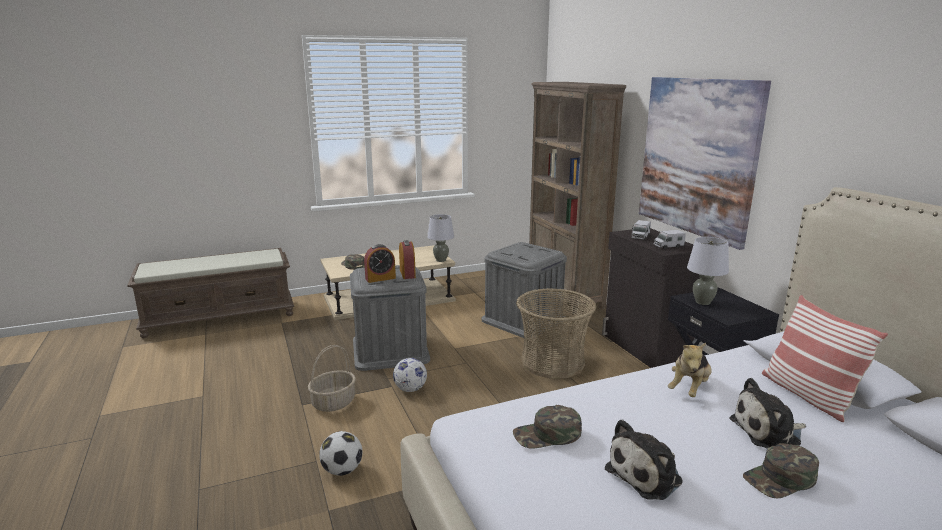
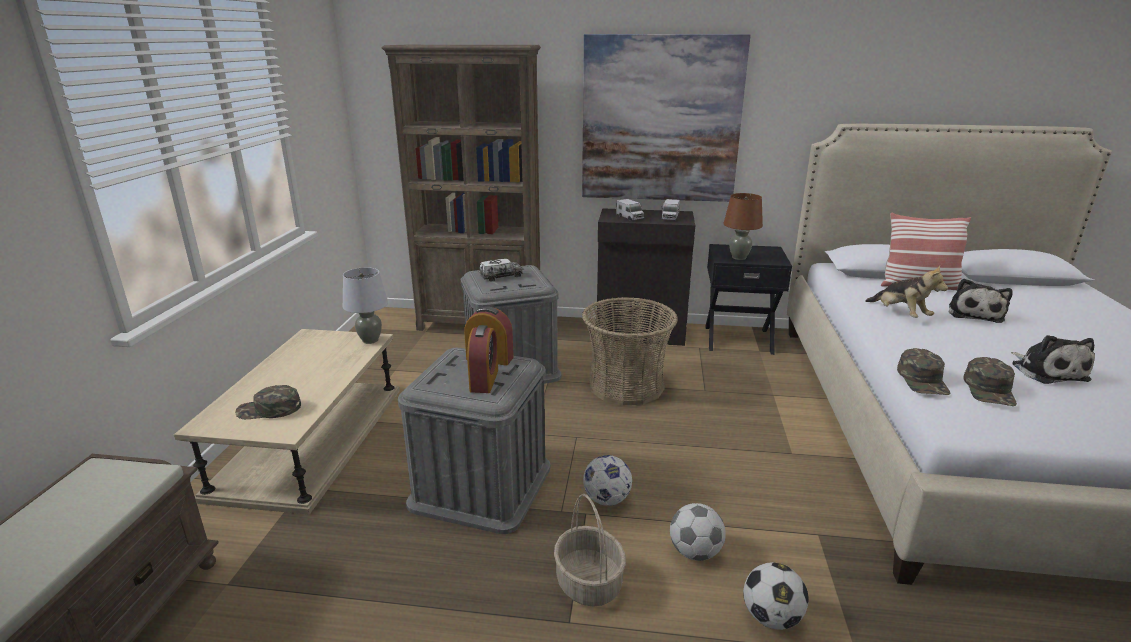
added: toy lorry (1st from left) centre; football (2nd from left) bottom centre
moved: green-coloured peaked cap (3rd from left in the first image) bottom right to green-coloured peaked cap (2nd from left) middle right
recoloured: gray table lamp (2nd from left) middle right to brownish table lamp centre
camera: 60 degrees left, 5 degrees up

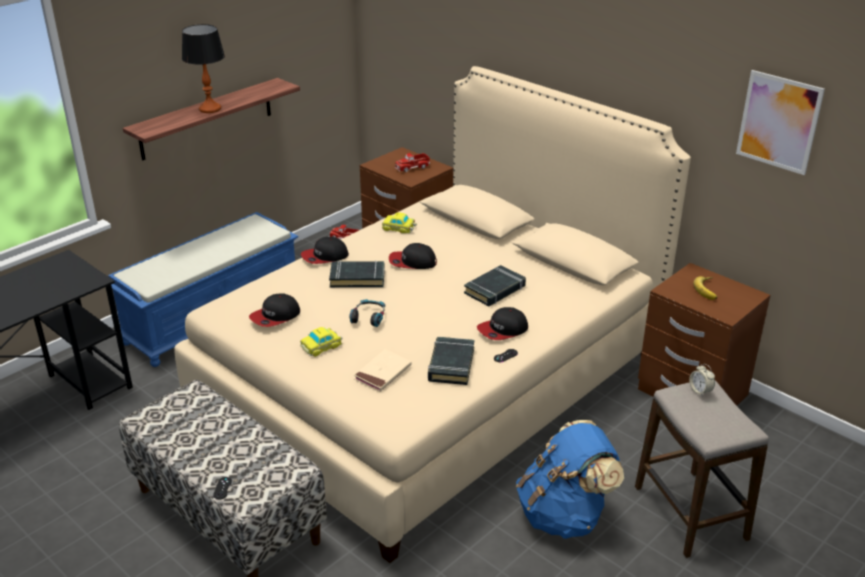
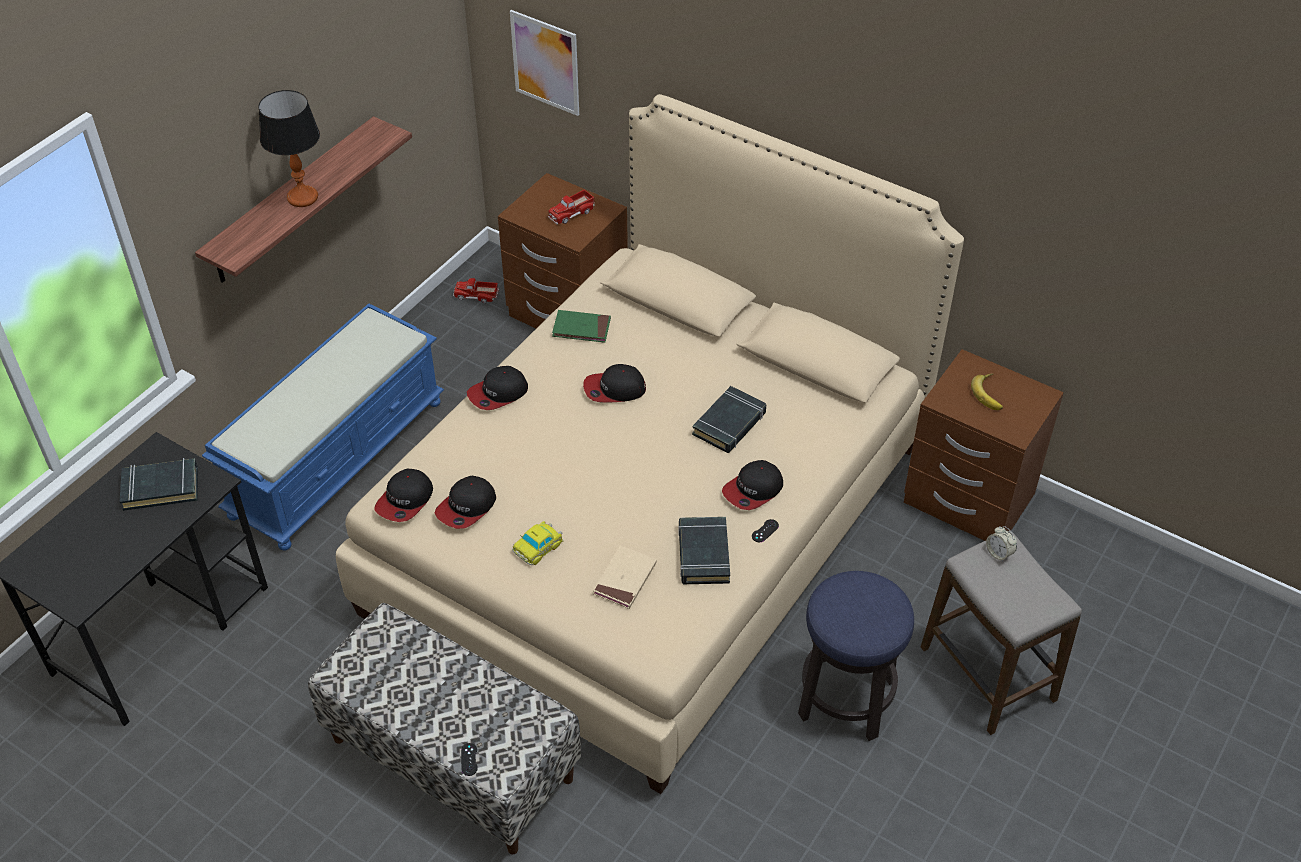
removed: headphones centre
added: peaked cap (1st from left) middle left
moved: picture top right to top centre; black book (1st from left) centre to middle left
replaced: toy car (2nd from left) centre to green-coloured book centre; bluish rucksack bottom centre to stool (1st from left) bottom centre
camera: 10 degrees left, 15 degrees up

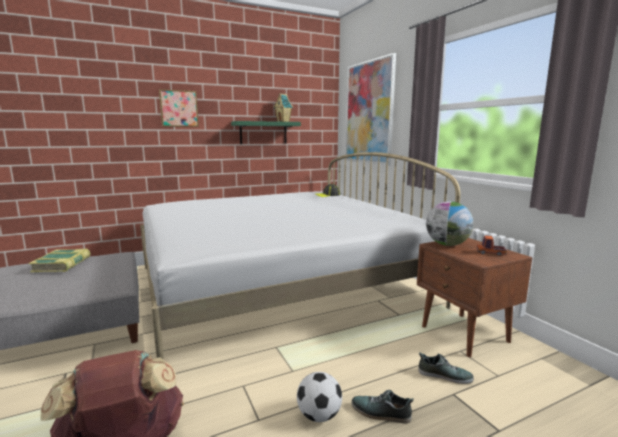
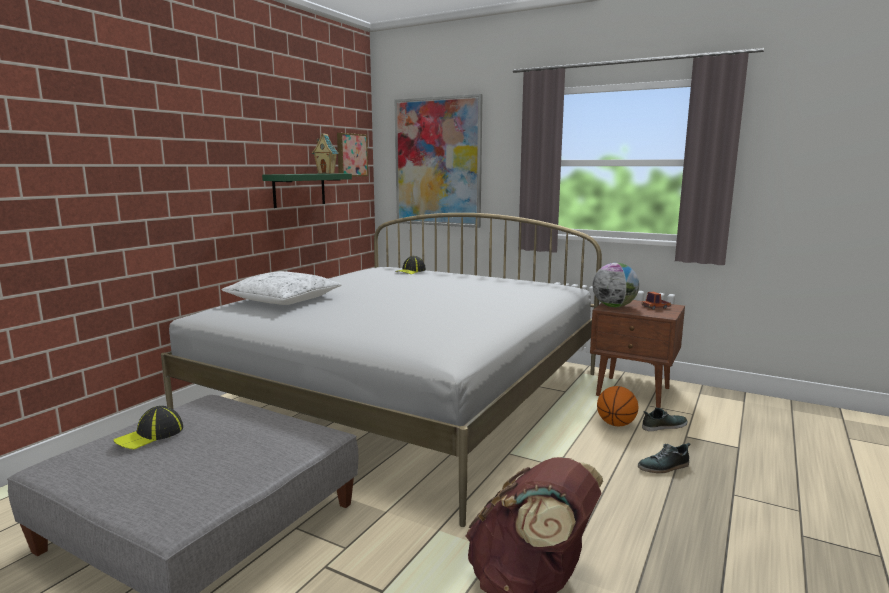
removed: football bottom centre
added: whitish cushion middle left; ball for basketball bottom right
moved: picture (1st from left) top left to top centre
replaced: book middle left to peaked cap (1st from left) bottom left
camera: 35 degrees left, 0 degrees up

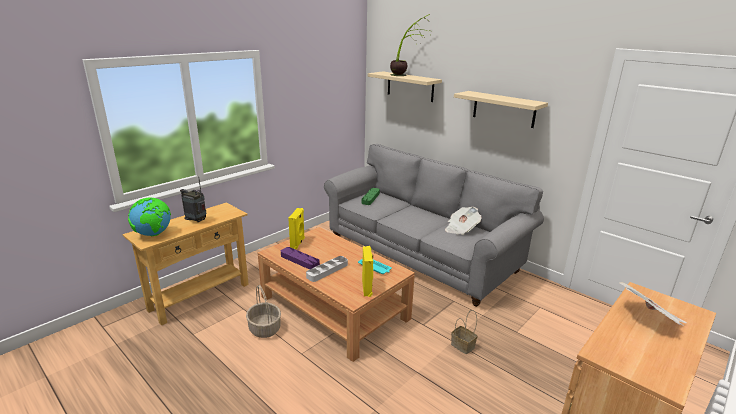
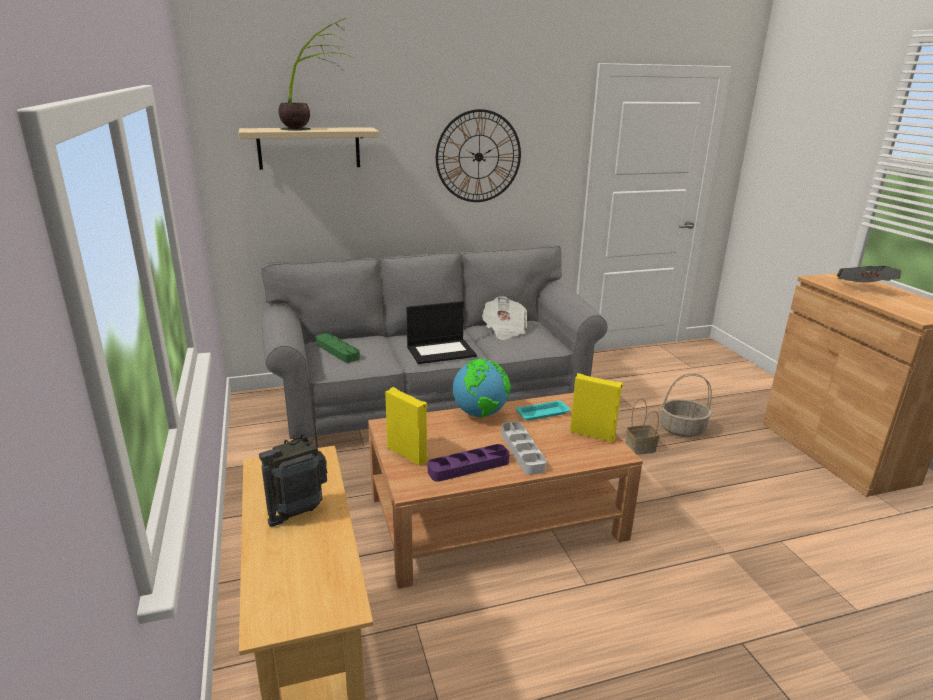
added: laptop centre
moved: world globe middle left to centre; basket (1st from left in the first image) bottom centre to basket (2nd from left) middle right
replaced: sand-coloured bracket shelf (2nd from left) top right to clock on the wall top centre
camera: 60 degrees left, 0 degrees up

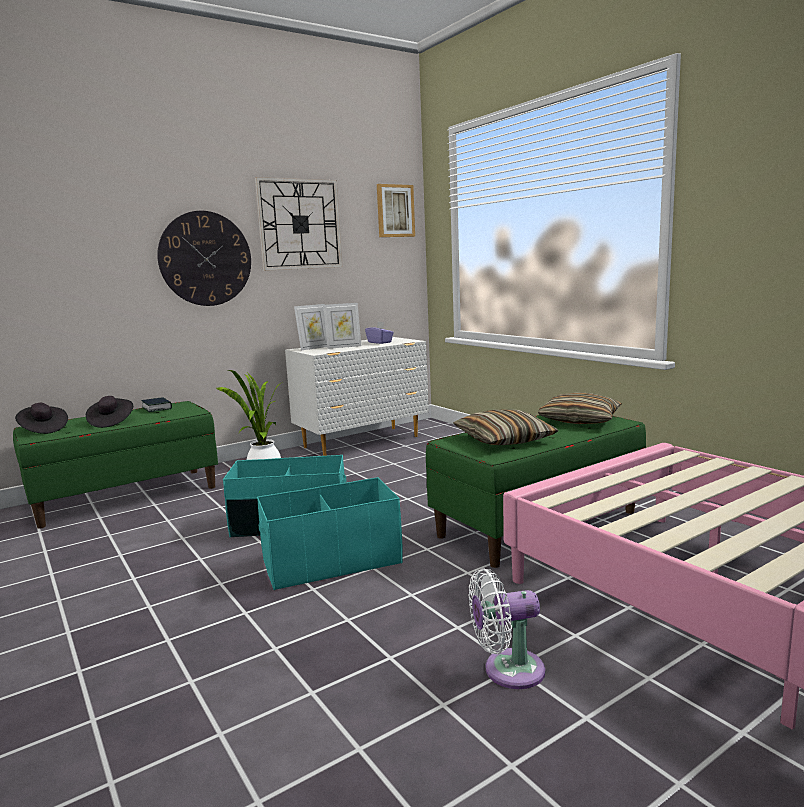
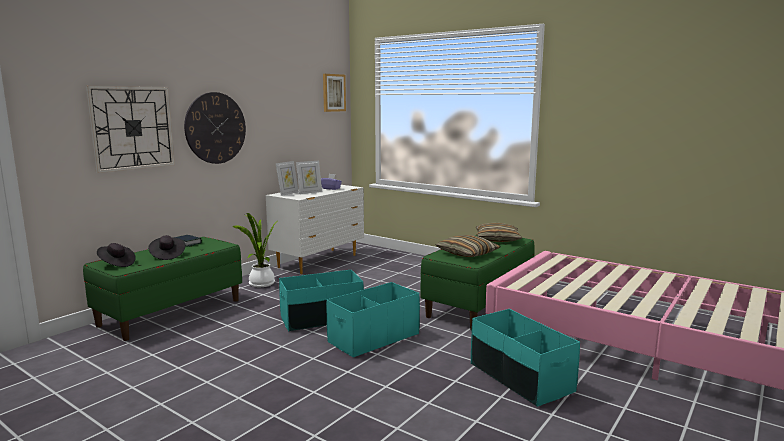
moved: clock on the wall (2nd from left in the first image) top centre to clock on the wall (1st from left) top left
replaced: whitish electric fan bottom centre to blue-green storage bin (3rd from left) bottom right
camera: 20 degrees left, 0 degrees up

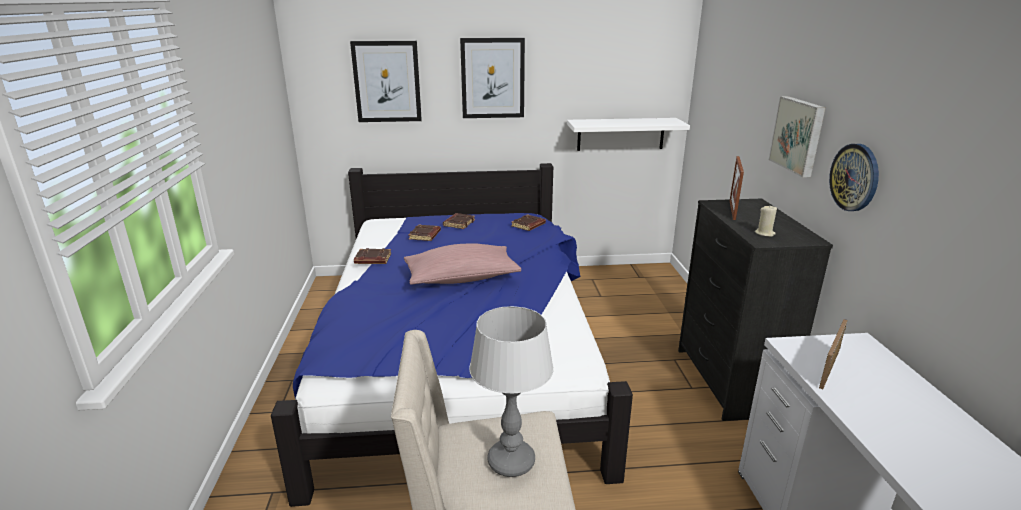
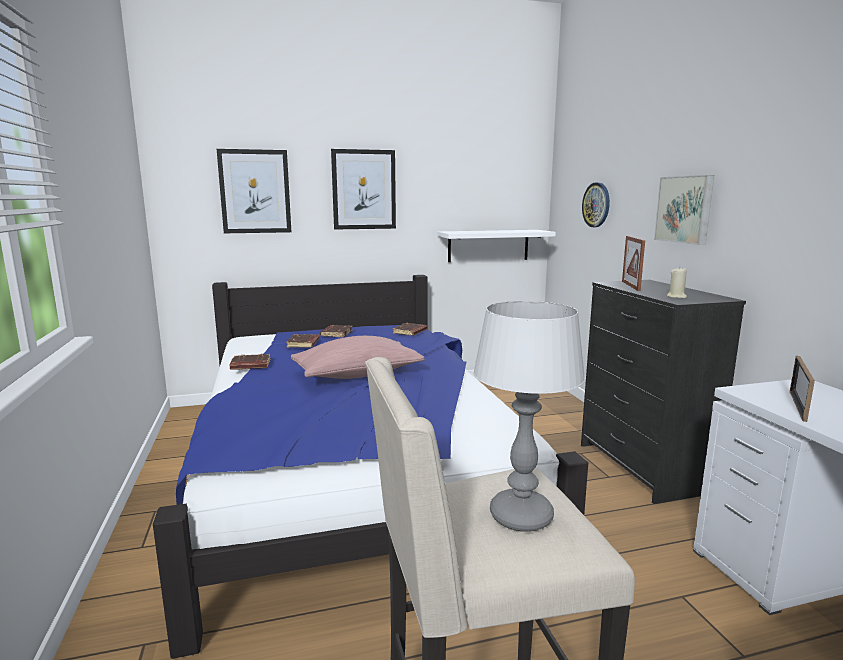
moved: clock on the wall middle right to top right
camera: 10 degrees left, 10 degrees down

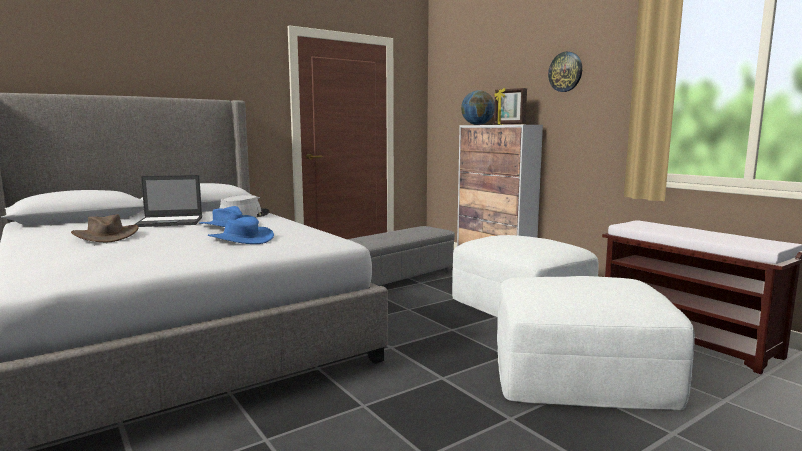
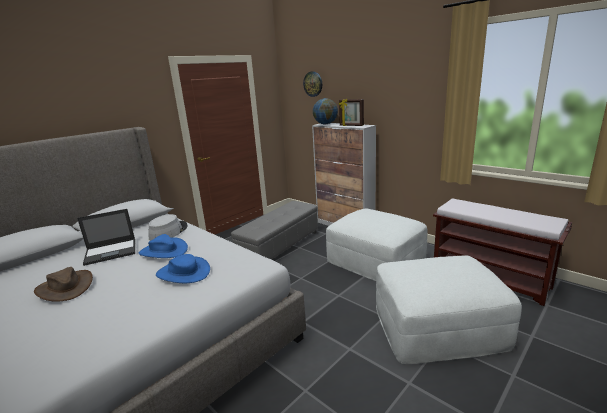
moved: clock on the wall top right to top centre
camera: 10 degrees left, 10 degrees up

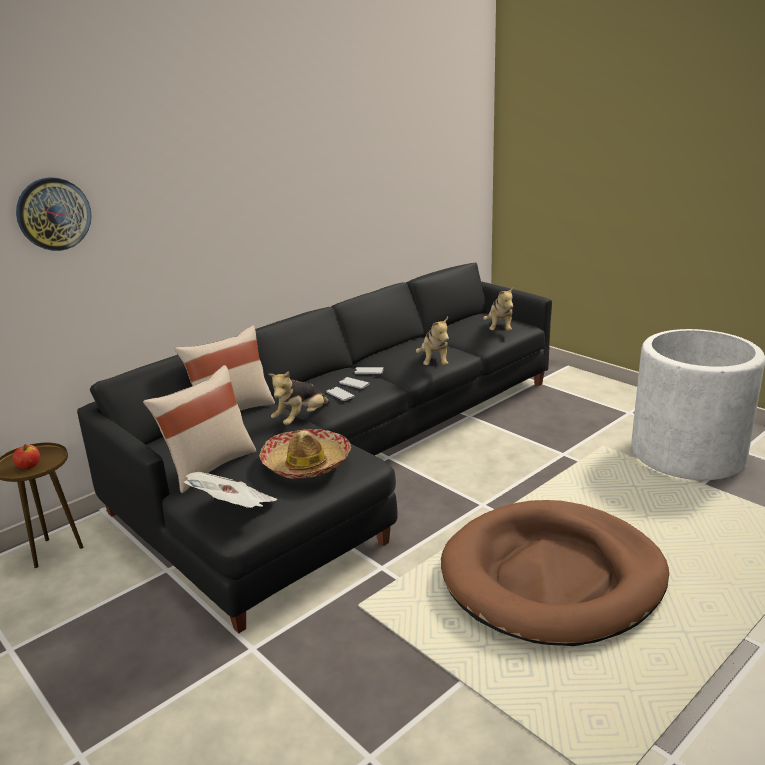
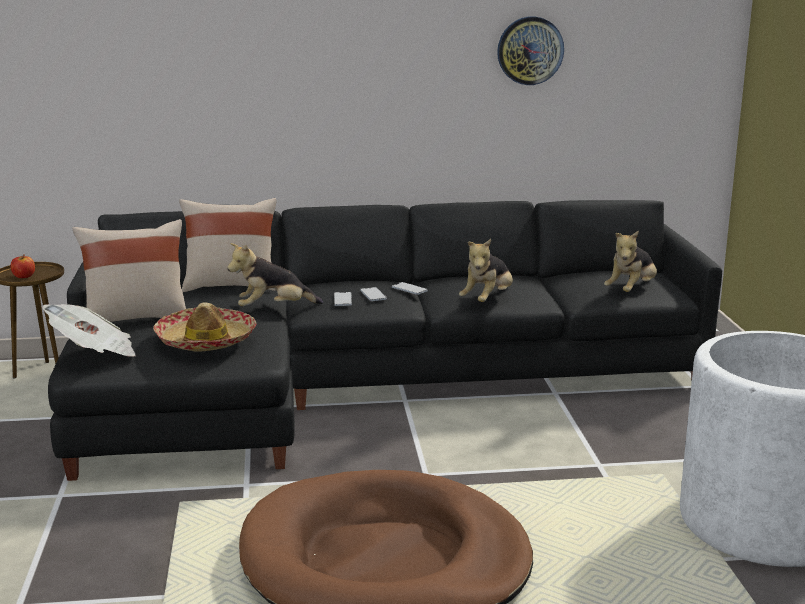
moved: clock on the wall top left to top centre
camera: 35 degrees right, 5 degrees down

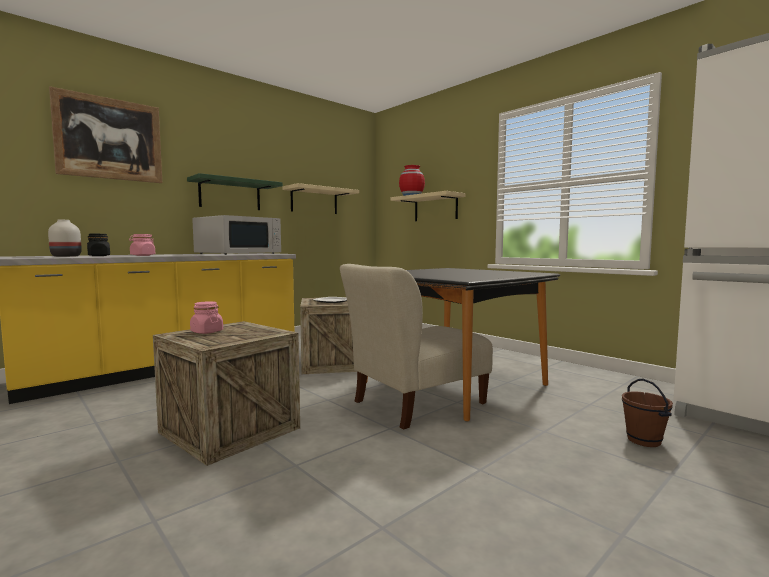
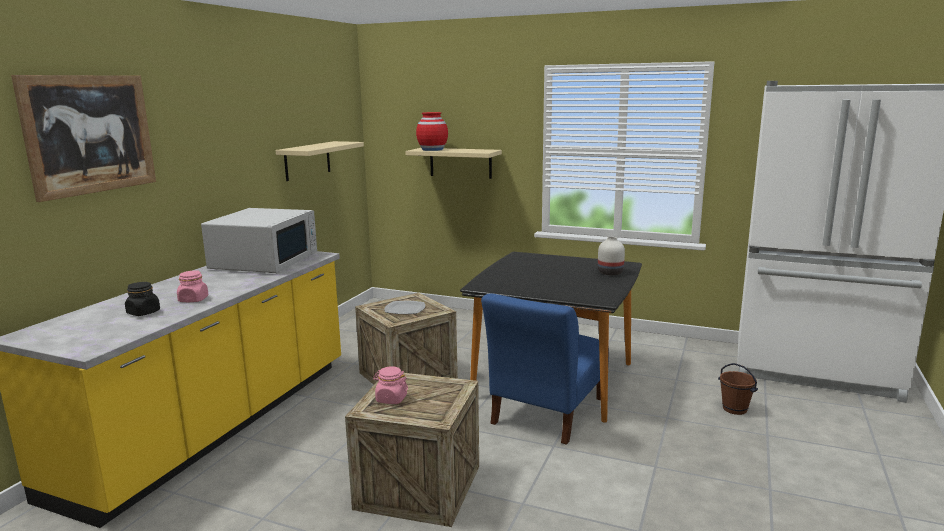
removed: green-coloured bracket shelf top left
moved: whitish vase middle left to centre
recoloured: sand-coloured upright chair centre to bluish upright chair bottom centre
camera: 25 degrees left, 10 degrees up

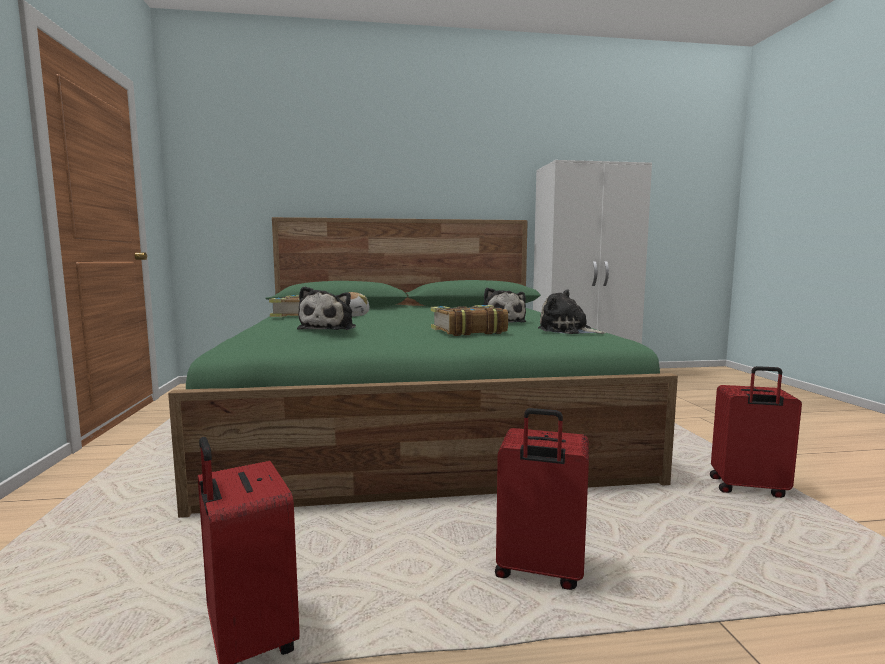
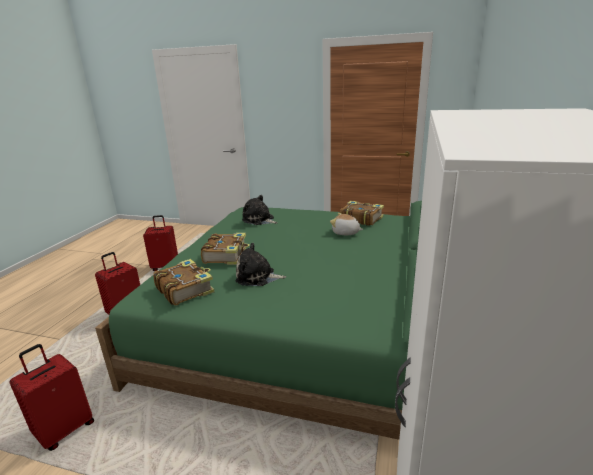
replaced: soft toy (4th from left) centre to book (1st from left) middle left
camera: 115 degrees right, 15 degrees up

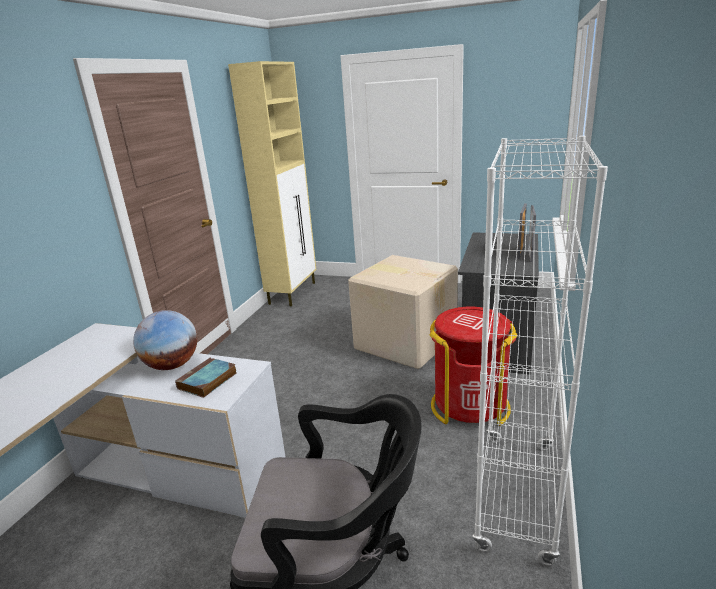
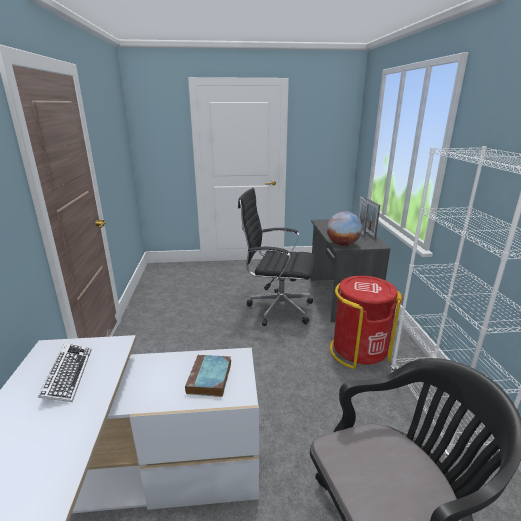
removed: sand-coloured storage cabinet top centre
added: keyboard bottom left
moved: world globe middle left to centre
replaced: cardboard box centre to black office chair (1st from left) centre
camera: 25 degrees left, 0 degrees up

